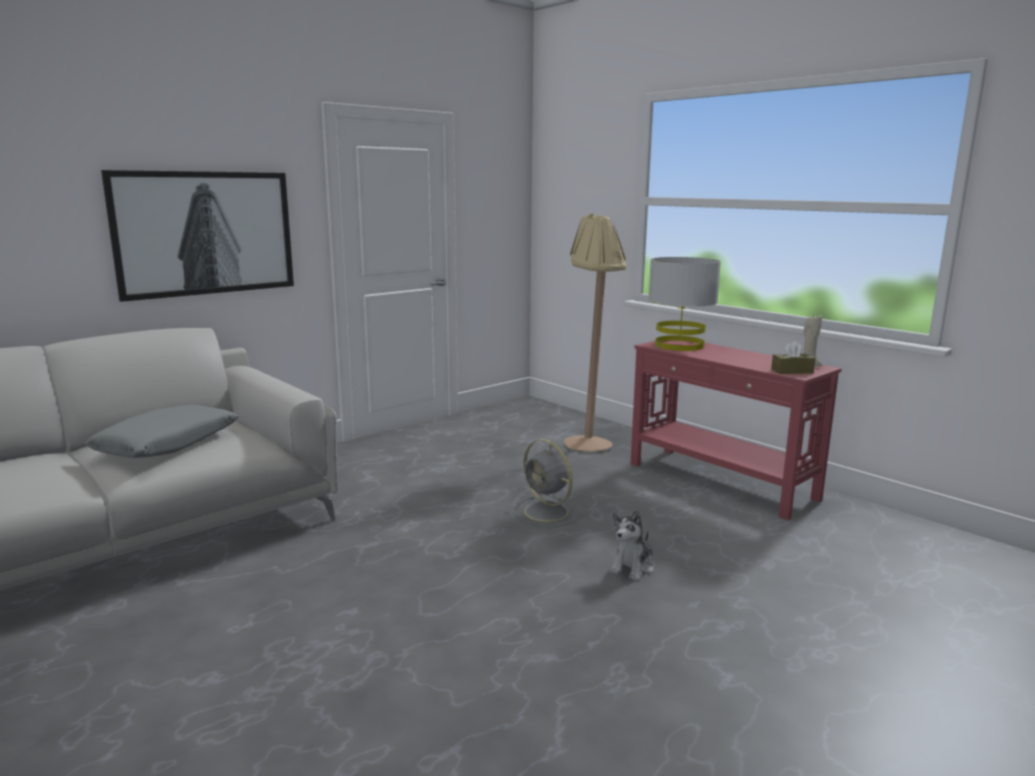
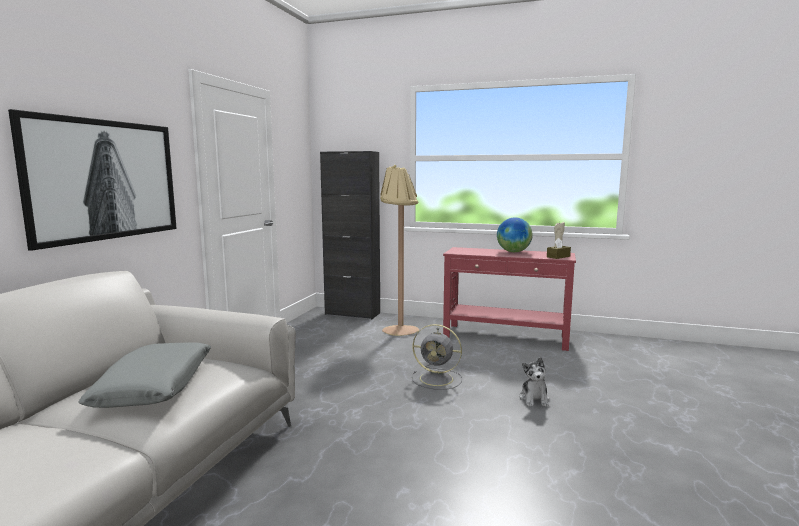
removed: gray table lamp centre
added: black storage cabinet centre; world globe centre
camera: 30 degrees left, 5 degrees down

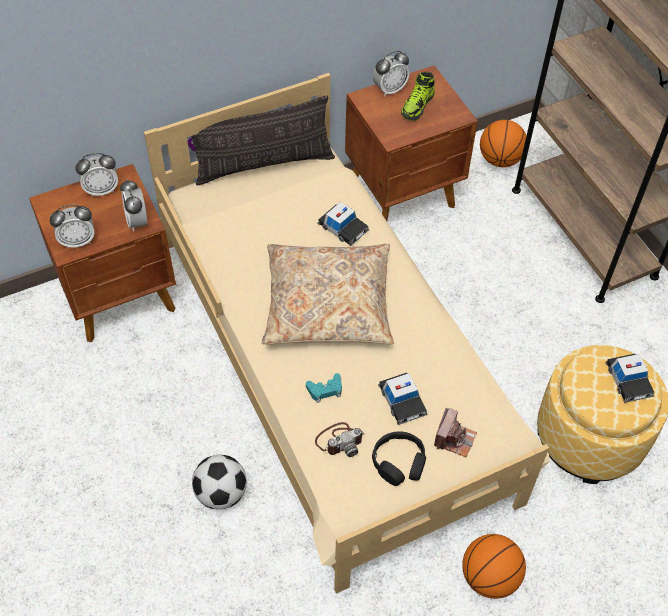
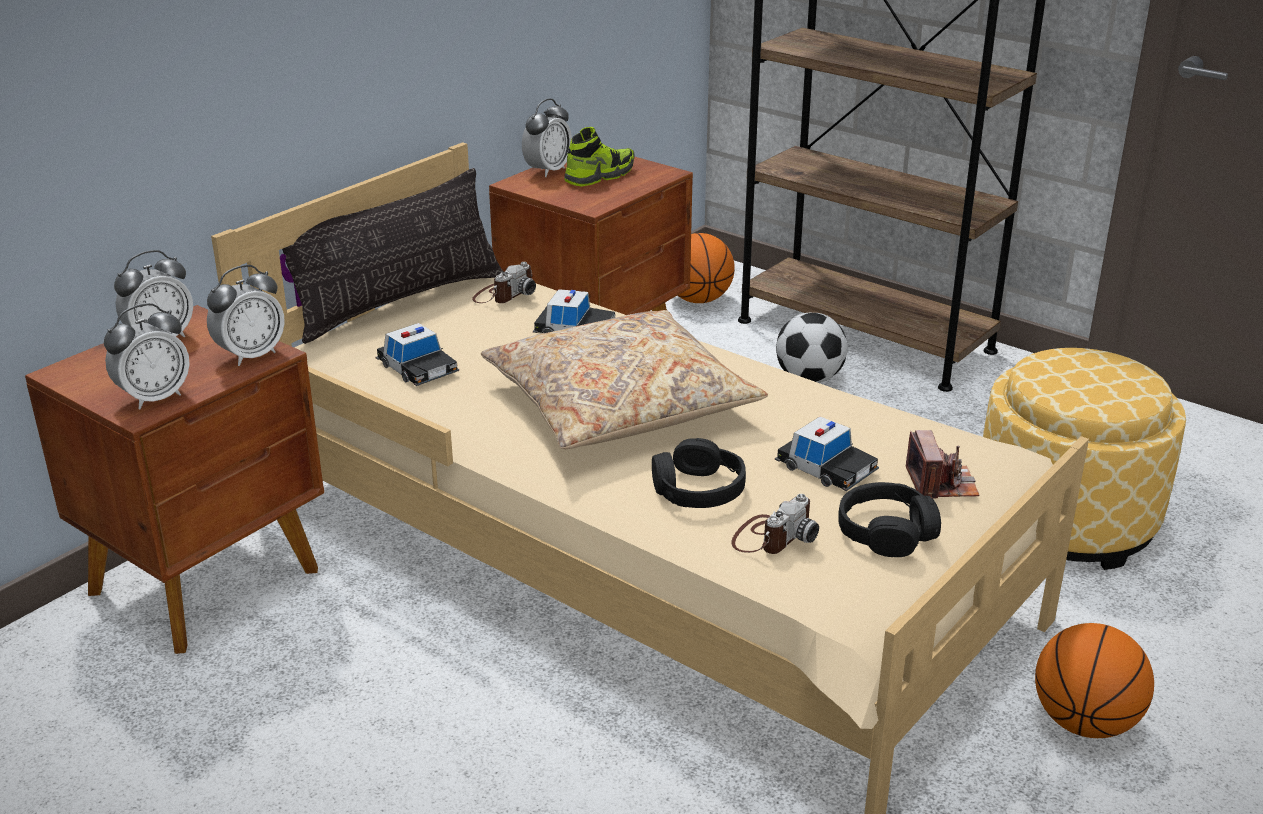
added: photo camera (1st from left) centre
moved: toy car (3rd from left in the first image) middle right to toy car (1st from left) middle left; football bottom left to centre
replaced: blue-green gamepad centre to black headphones (1st from left) centre
turned: shoe top centre = top centre 135 degrees counterclockwise; table clock (3rd from left) top left = middle left 90 degrees counterclockwise
camera: 25 degrees left, 25 degrees down

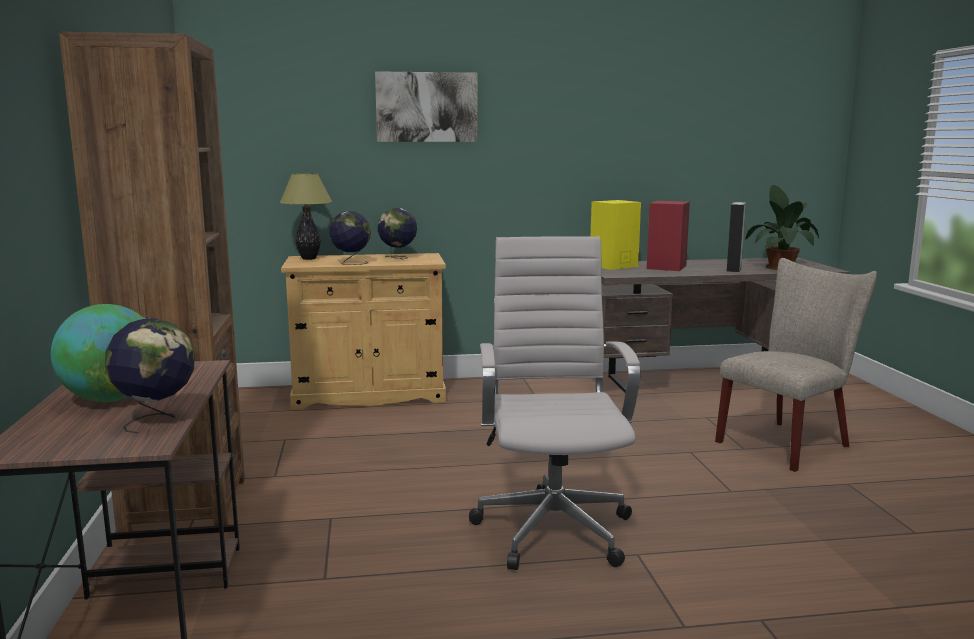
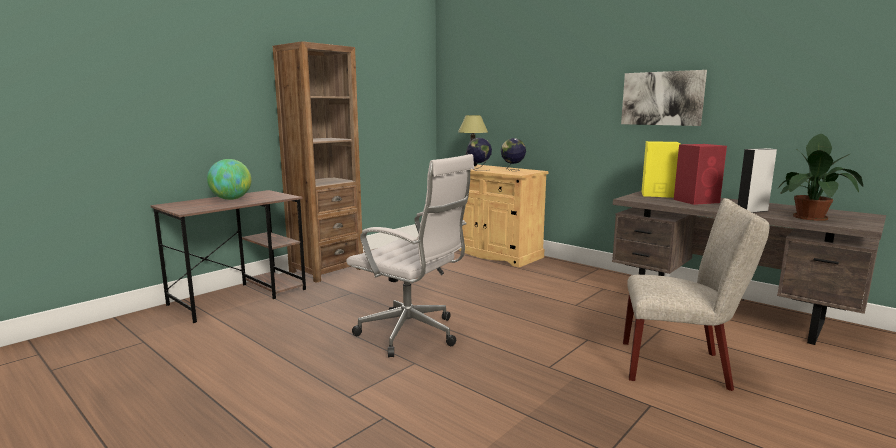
removed: world globe (2nd from left) middle left
moved: picture top centre to top right
turned: whitish office chair centre = centre 75 degrees clockwise
camera: 50 degrees right, 0 degrees up

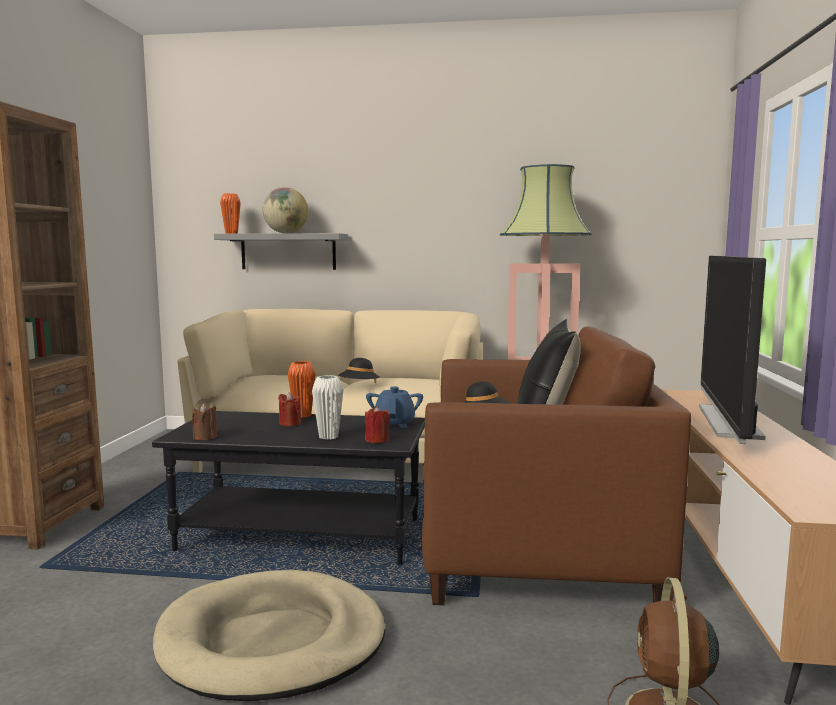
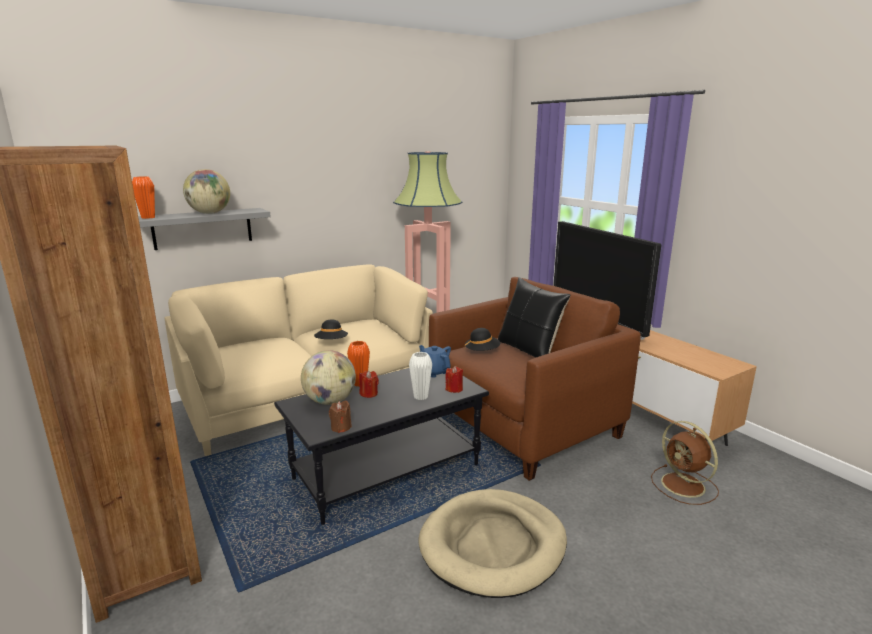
added: world globe (2nd from left) centre
camera: 40 degrees left, 10 degrees up

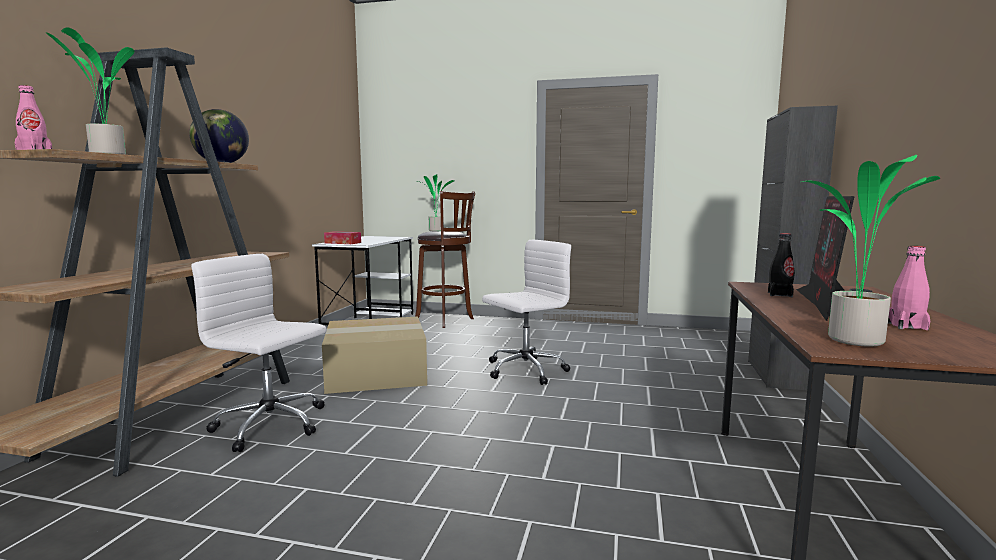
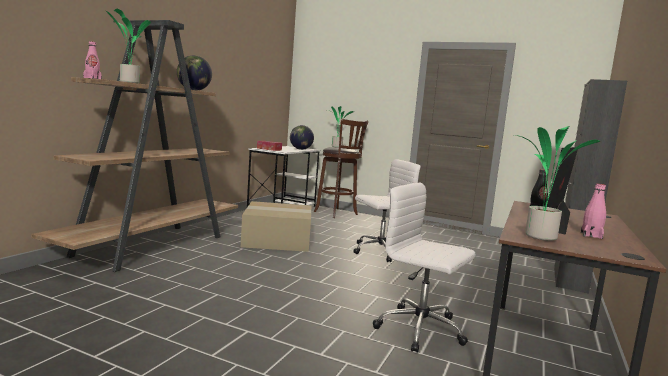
added: world globe (2nd from left) centre
moved: whitish office chair (1st from left in the first image) middle left to whitish office chair (2nd from left) bottom centre
camera: 10 degrees right, 0 degrees up

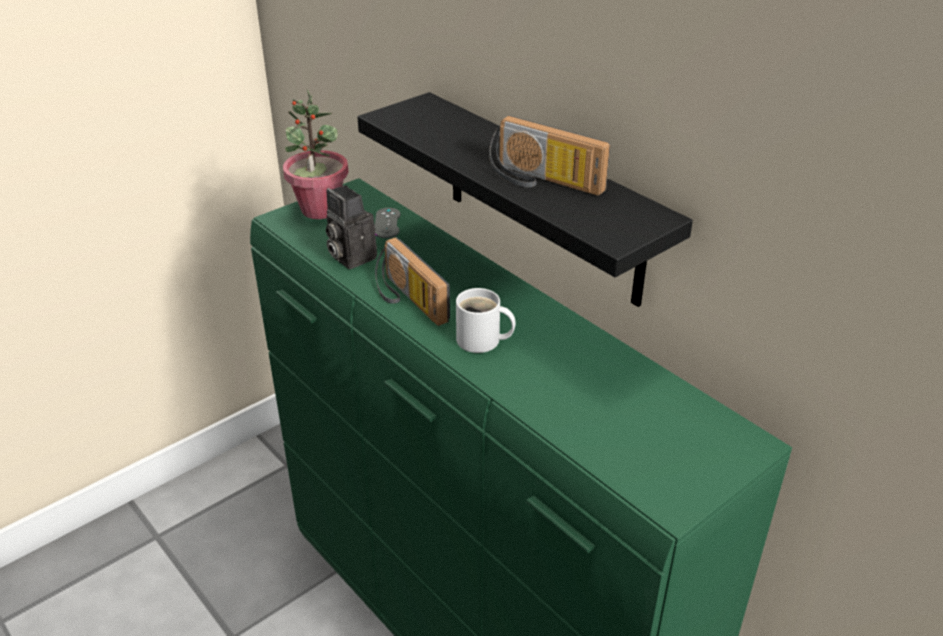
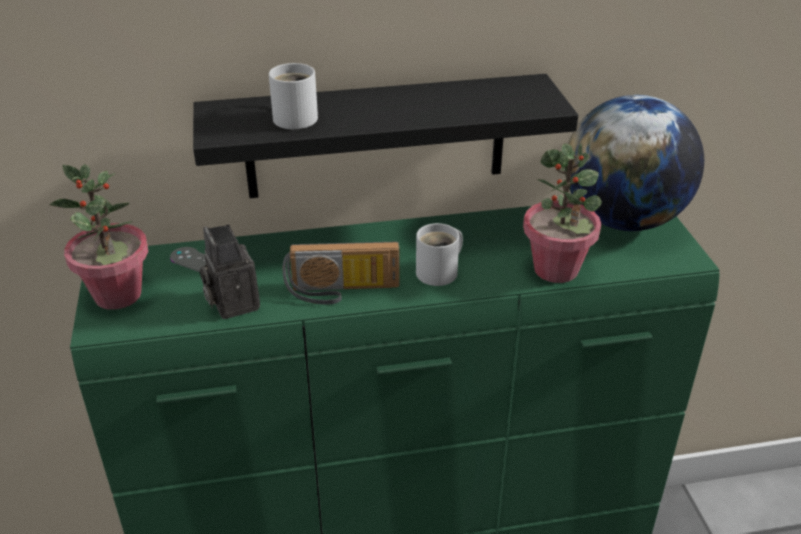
removed: radio receiver (2nd from left) top centre
added: whitish mug (1st from left) top centre; world globe top right; houseplant (2nd from left) middle right
turned: photo camera centre = middle left 75 degrees clockwise
camera: 60 degrees left, 0 degrees up

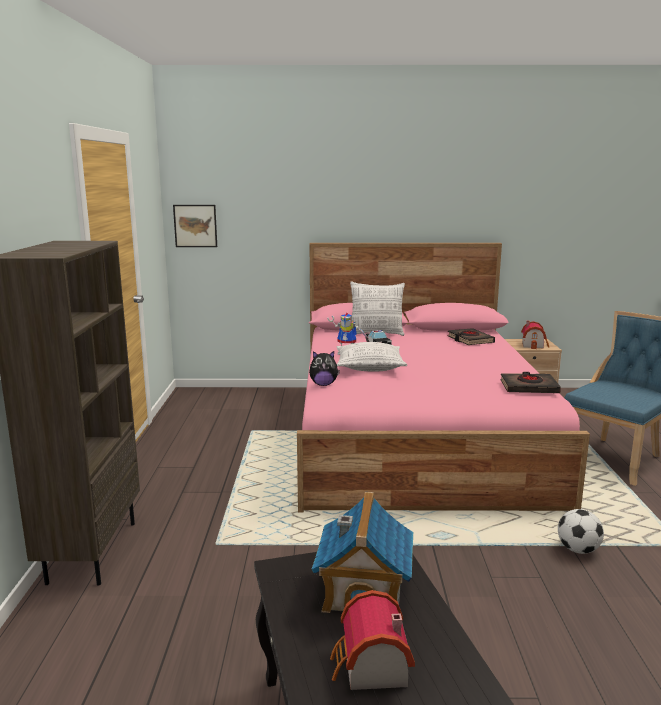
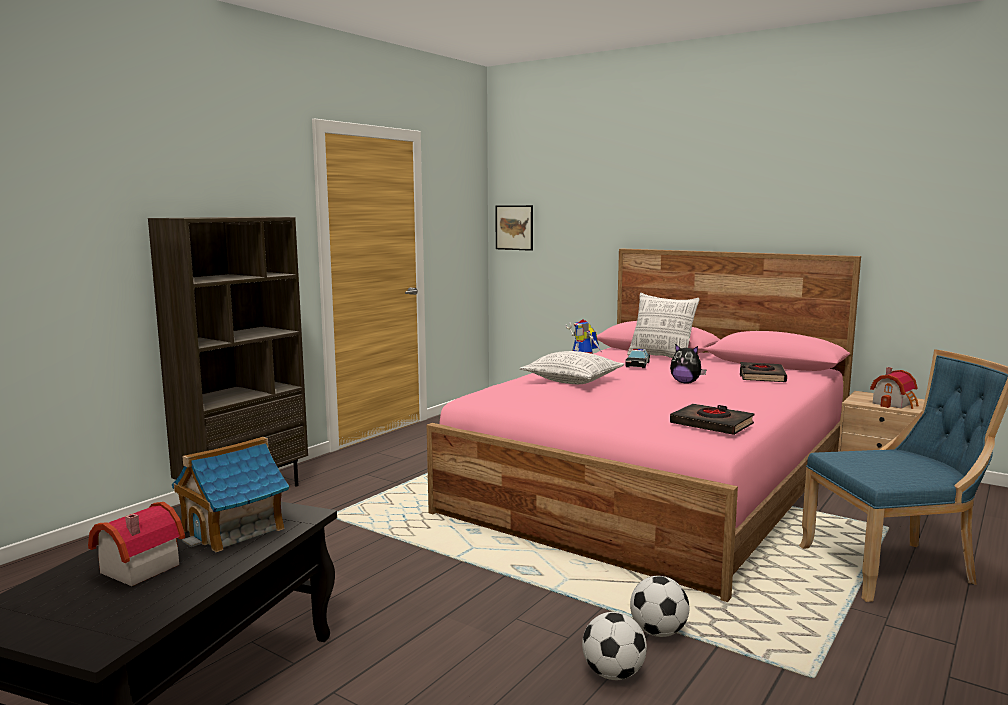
added: football (1st from left) bottom centre
moved: soft toy centre to middle right
camera: 35 degrees right, 5 degrees down

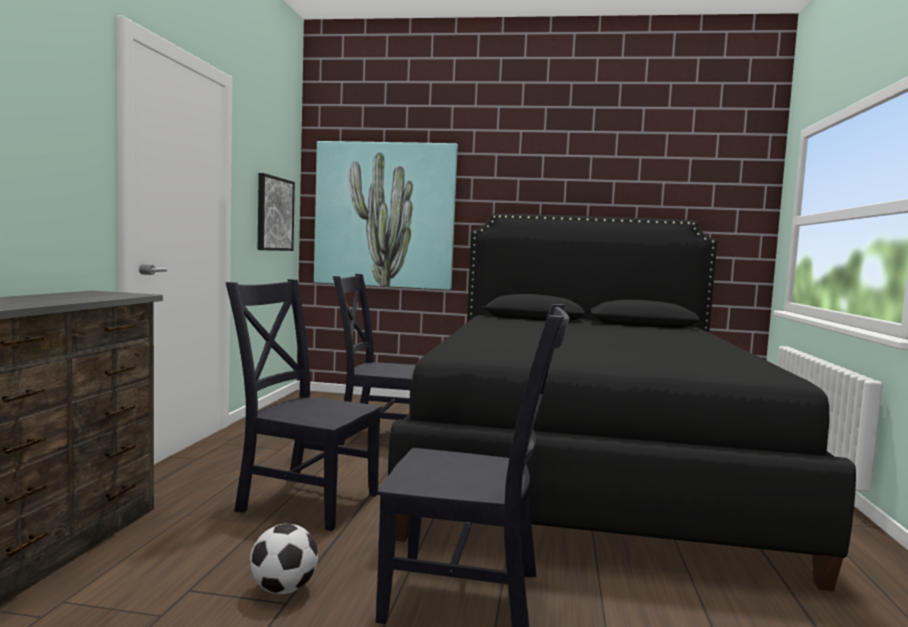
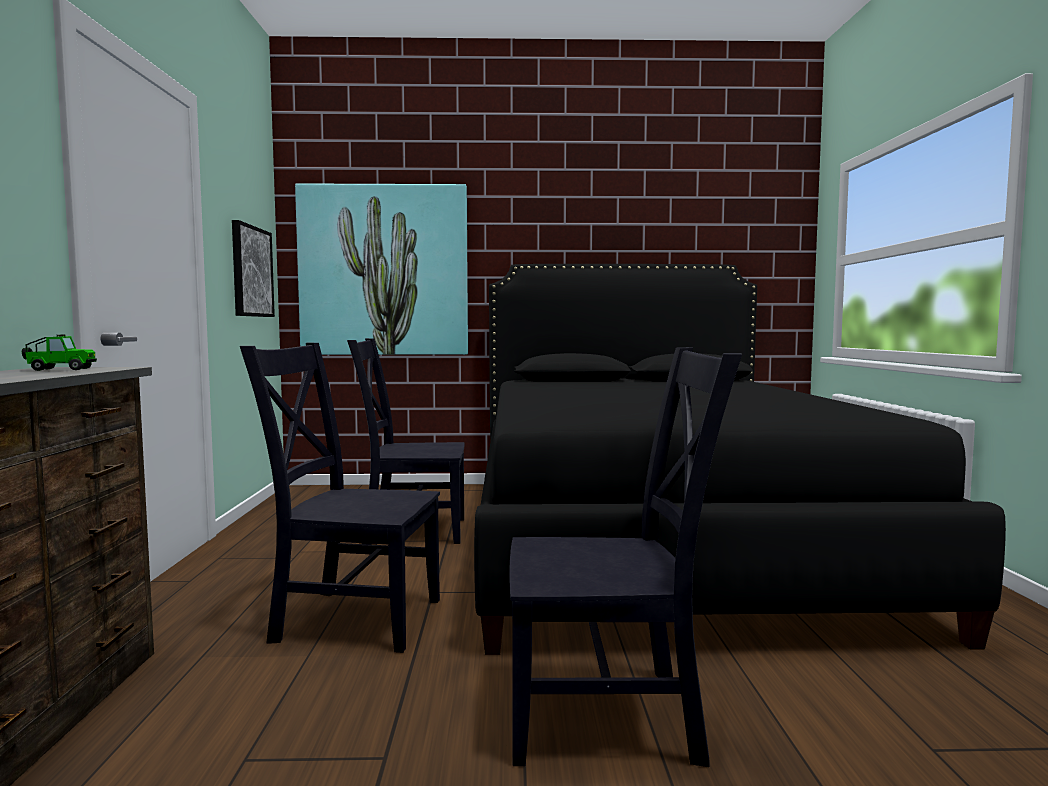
removed: football bottom left
added: toy car middle left
camera: 10 degrees left, 0 degrees up

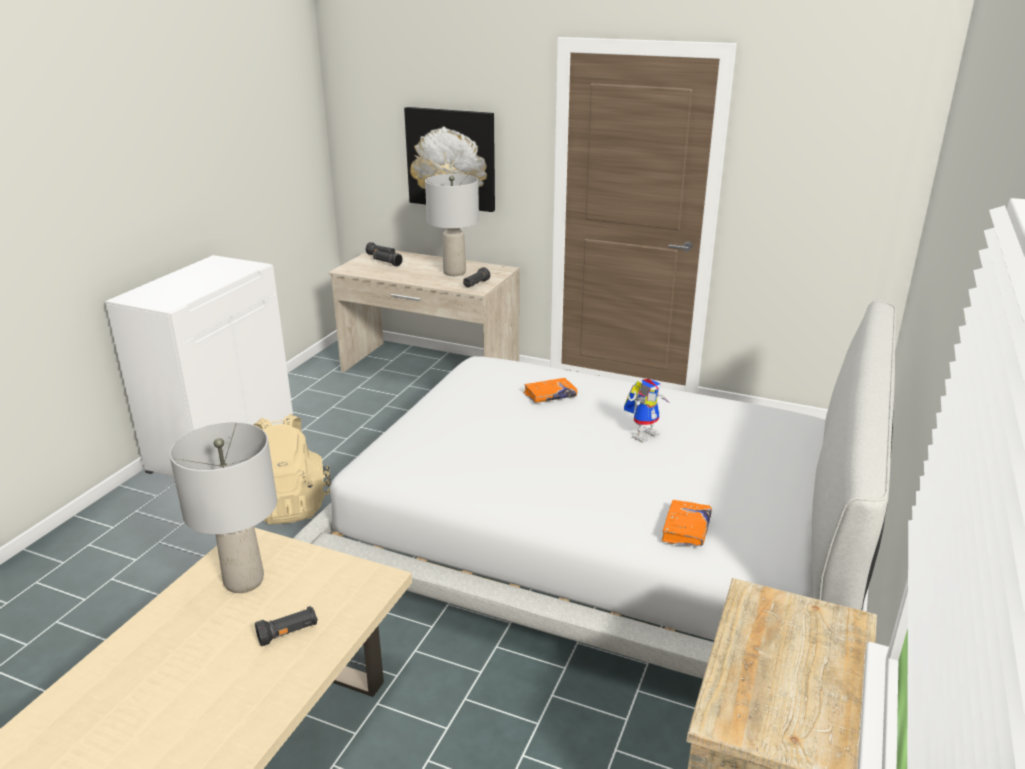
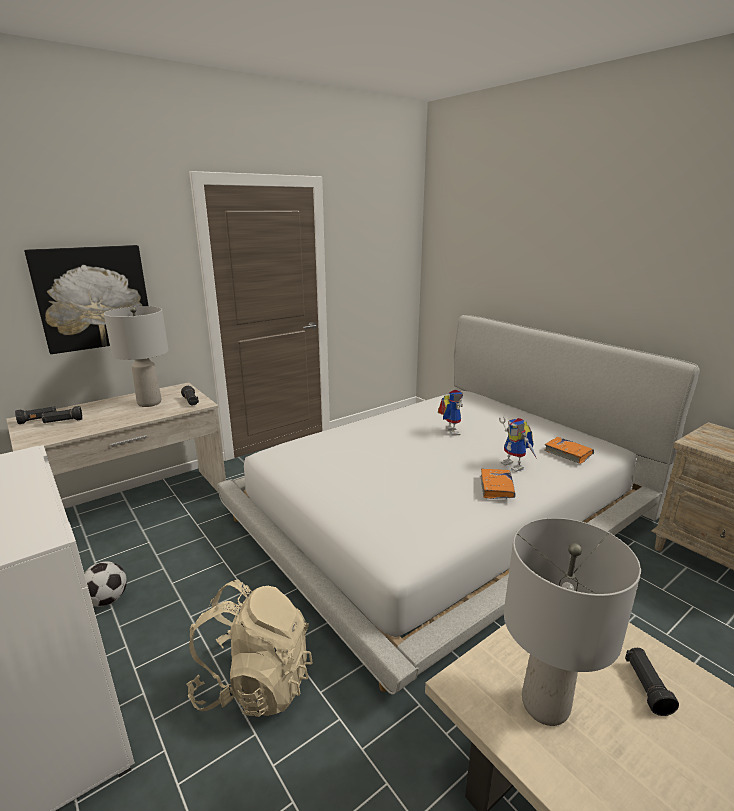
added: model robot (2nd from left) middle right; football bottom left
moved: orange book (1st from left) centre to middle right
camera: 60 degrees left, 5 degrees down

